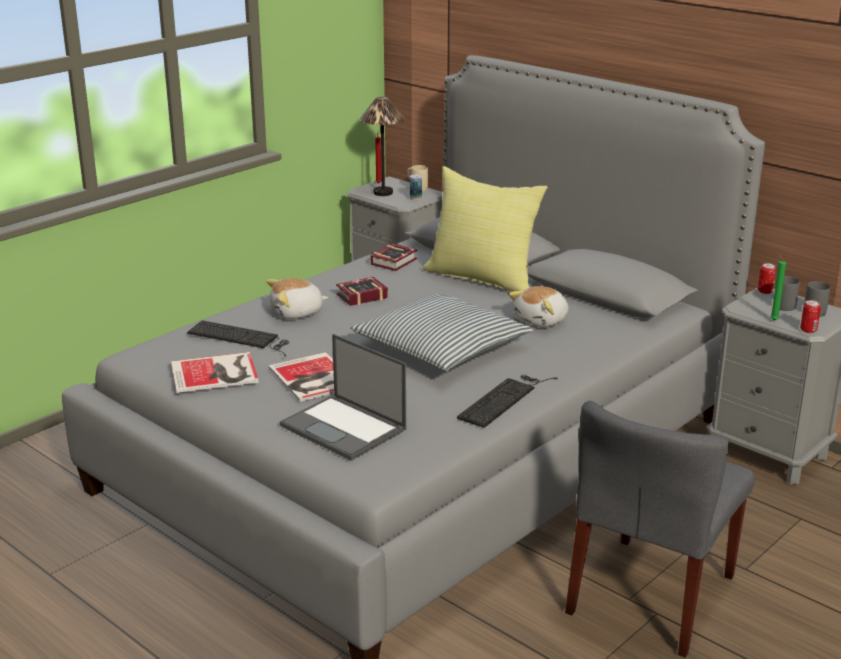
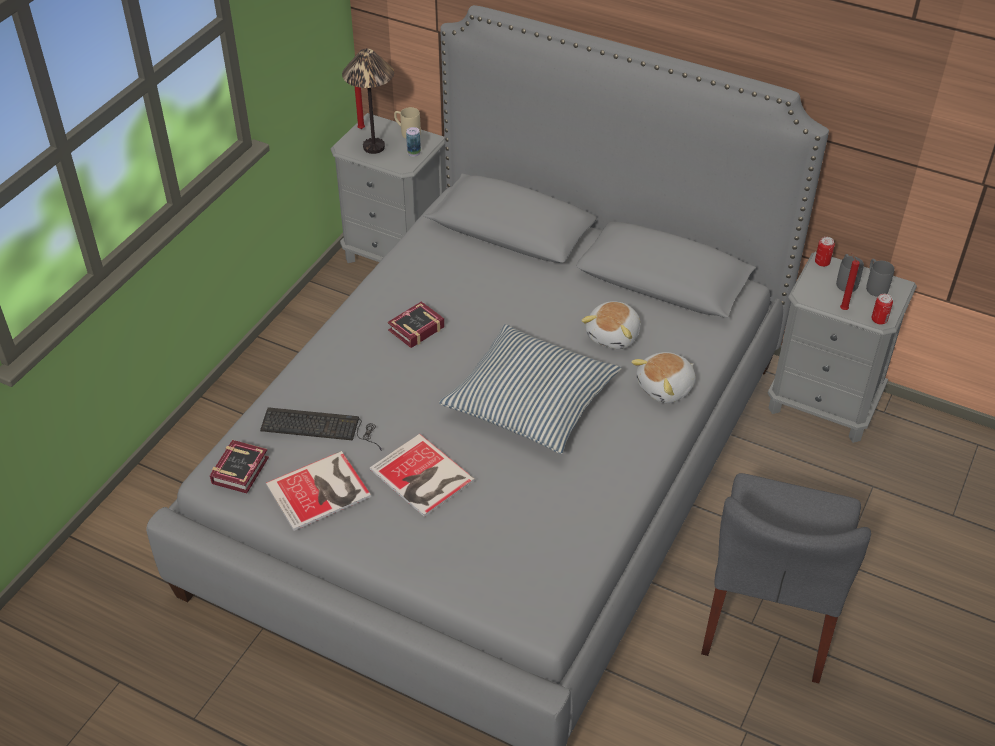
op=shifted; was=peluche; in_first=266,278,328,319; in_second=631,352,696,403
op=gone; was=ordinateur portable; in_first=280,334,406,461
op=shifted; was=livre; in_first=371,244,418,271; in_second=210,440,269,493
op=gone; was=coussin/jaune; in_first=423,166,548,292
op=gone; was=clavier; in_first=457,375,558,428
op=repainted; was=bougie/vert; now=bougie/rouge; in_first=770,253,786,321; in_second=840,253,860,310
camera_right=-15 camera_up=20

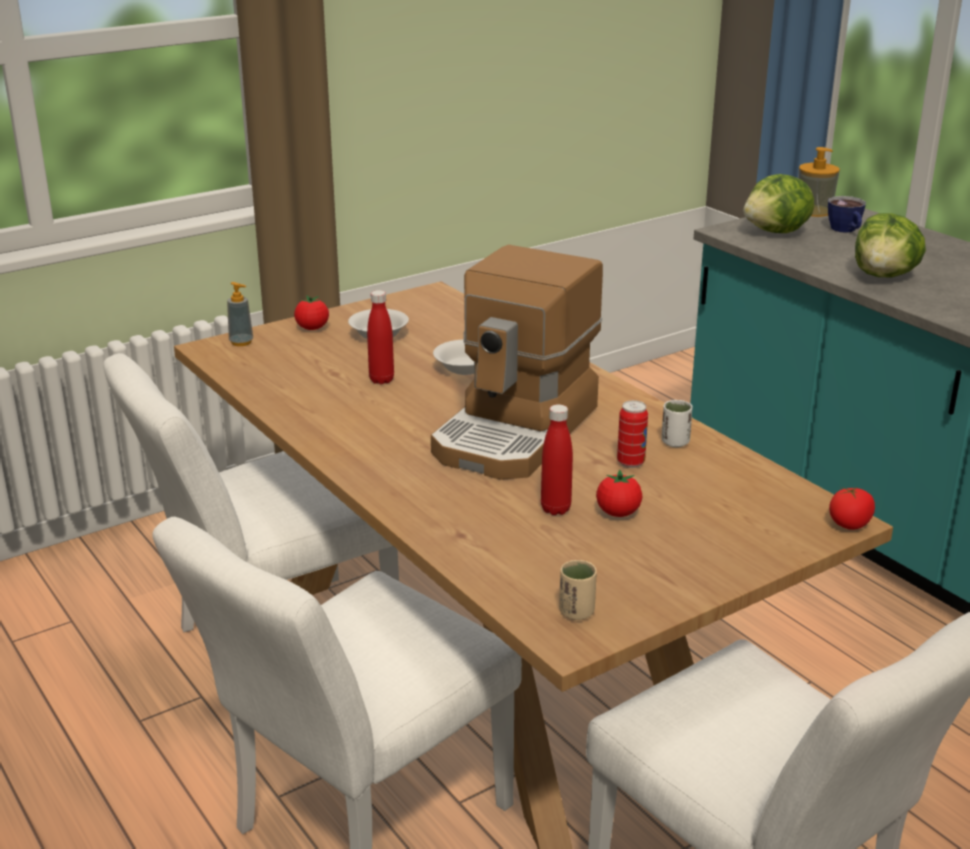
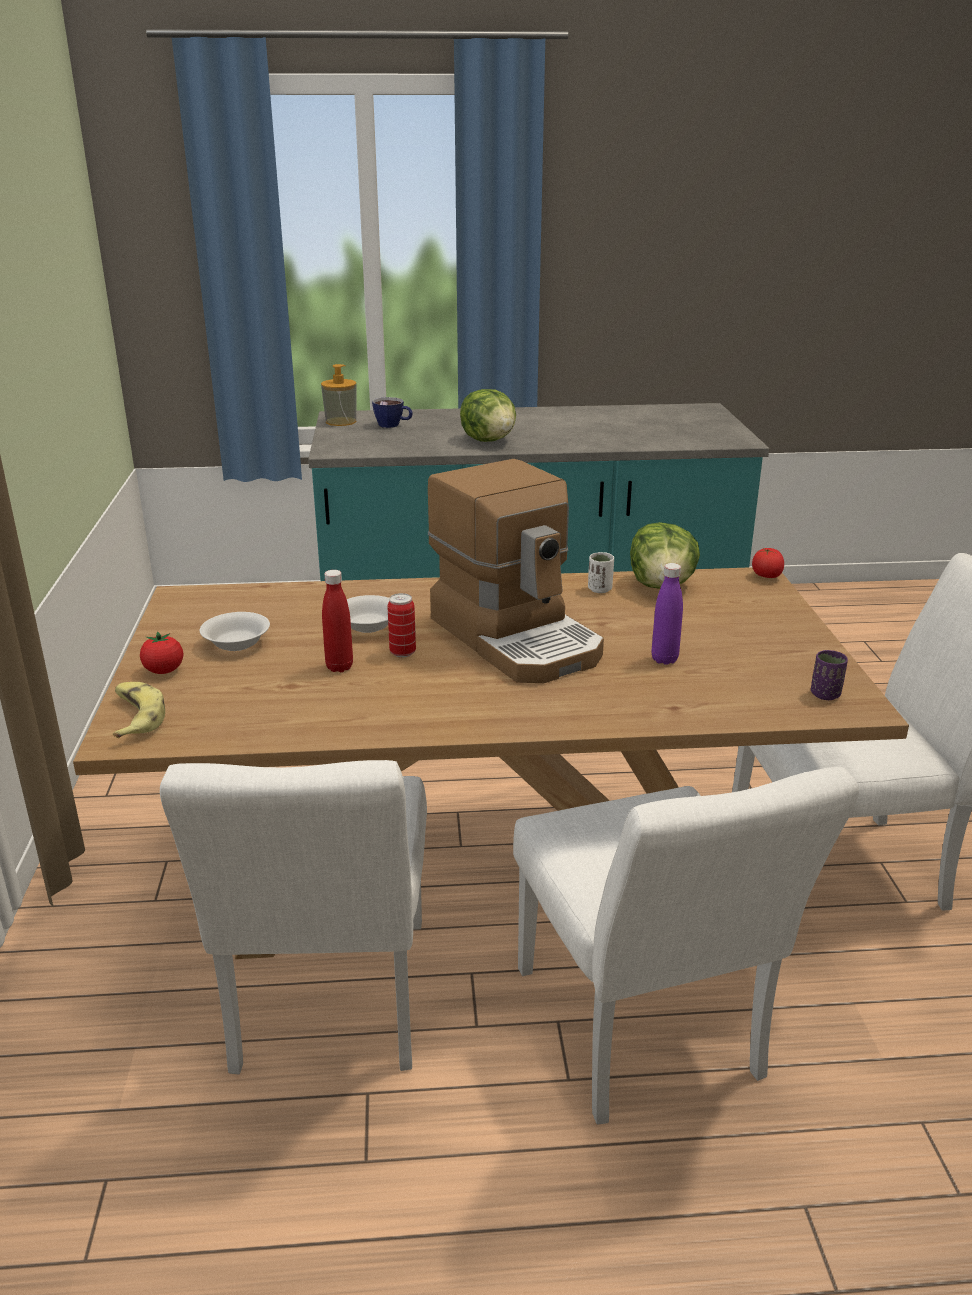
op=swapped; was=distributeur de savon; now=banane; in_first=227,282,253,346; in_second=113,682,165,738
op=repainted; was=bouteille/rouge; now=bouteille/violet; in_first=541,404,573,515; in_second=652,563,683,665
op=repainted; was=tasse/beige; now=tasse/violet; in_first=559,560,597,620; in_second=811,650,848,700
op=gone; was=tomate; in_first=596,470,642,517
op=shifted; was=boîte métallique; in_first=617,400,648,468; in_second=387,593,416,658
op=shifted; was=laitue; in_first=743,174,814,233; in_second=630,522,700,589
camera_right=-60 camera_up=0

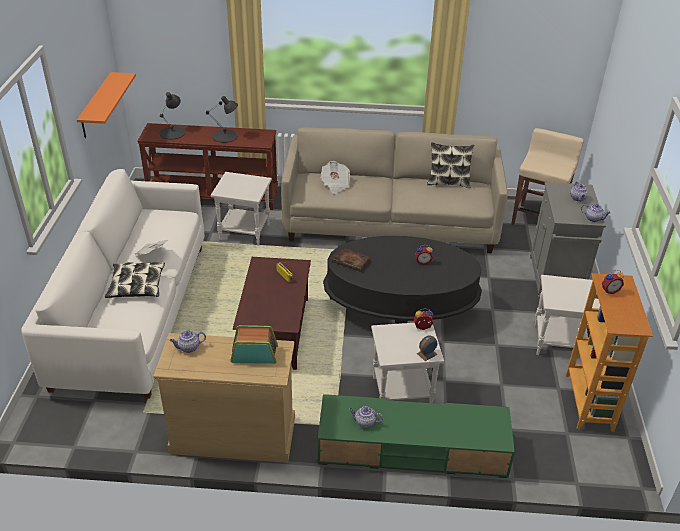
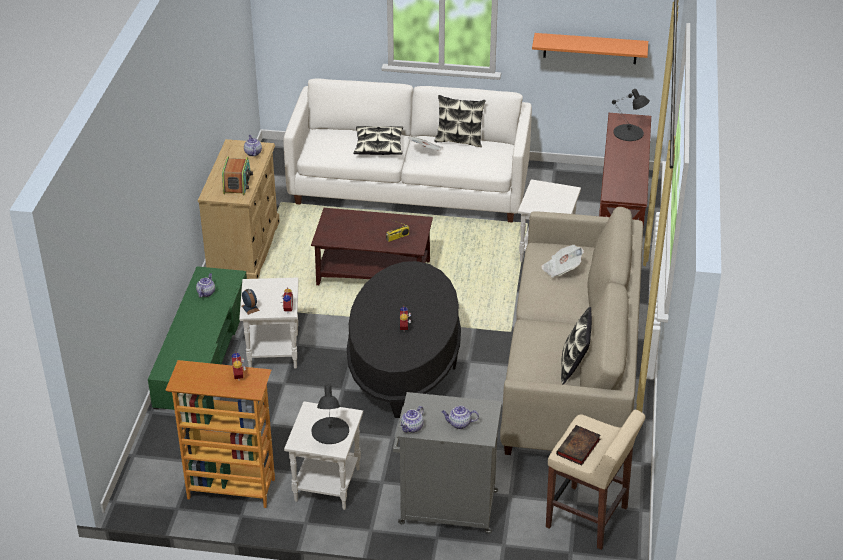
op=shifted; was=lampe de table/noir; in_first=206,96,238,143; in_second=311,384,349,444
op=shifted; was=livre; in_first=332,247,371,272; in_second=556,425,601,466
op=new; now=coussin; in_second=434,95,486,147
camera_right=95 camera_up=0

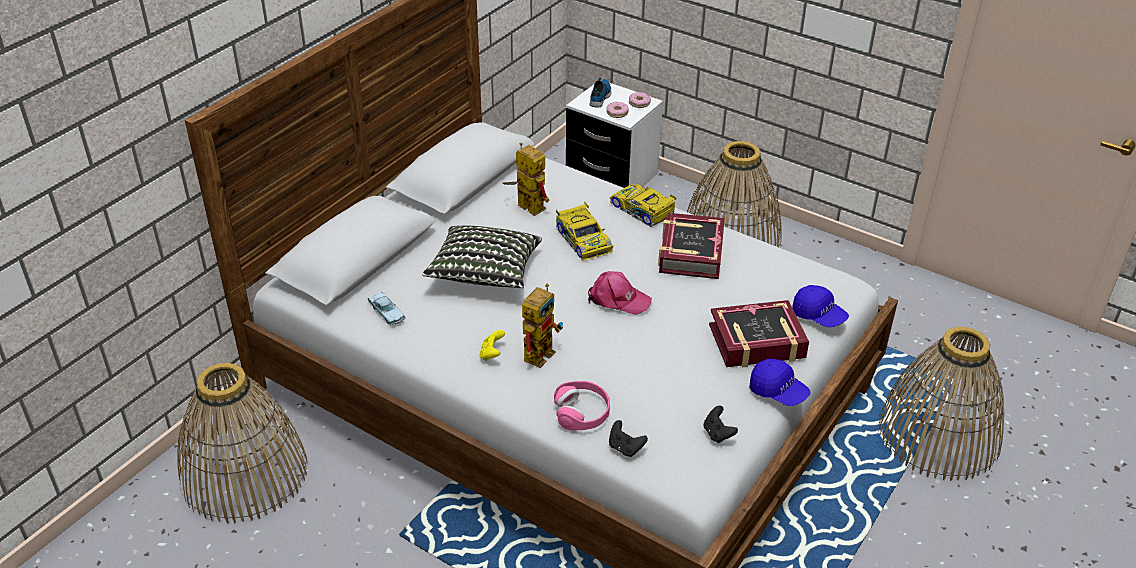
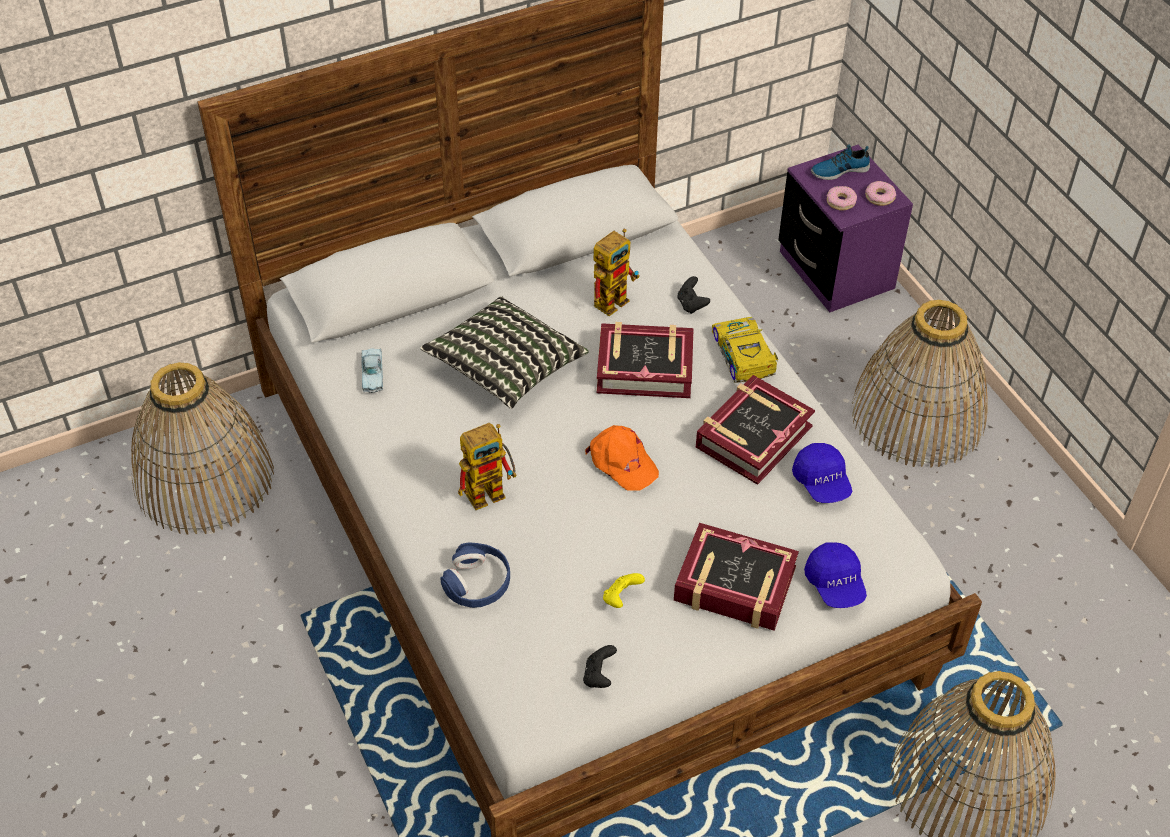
op=shifted; was=manette/jaune; in_first=480,330,505,361; in_second=603,573,645,608
op=rotated; was=robot jouet; in_first=502,142,550,216; in_second=594,229,640,316; clockwise=60
op=repainted; was=casque audio/rose; now=casque audio/bleu; in_first=554,381,610,430; in_second=440,543,510,608
op=swapped; was=petite voiture; now=livre; in_first=556,202,613,261; in_second=597,322,694,398
op=repainted; was=table de chevet/blanc; now=table de chevet/violet; in_first=566,83,663,188; in_second=778,145,913,312
op=repainted; was=casquette/rose; now=casquette/orange; in_first=588,271,652,315; in_second=585,425,659,490
op=rotated; was=chaussure; in_first=589,77,611,108; in_second=811,144,870,180; clockwise=-150
op=shifted; was=manette/noir; in_first=609,420,648,457; in_second=677,276,710,314
op=shifted; was=casquette/bleu; in_first=749,359,811,406; in_second=792,443,852,503
camera_right=30 camera_up=10

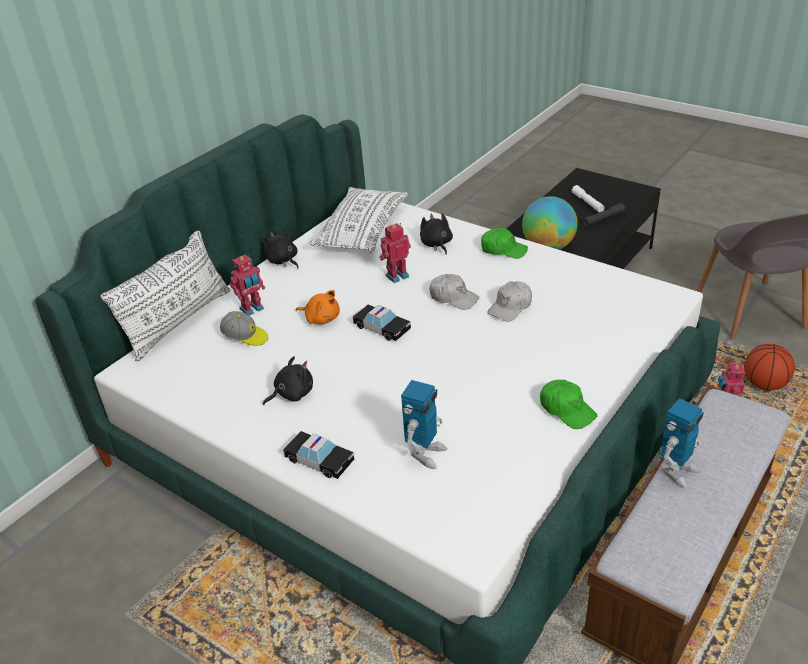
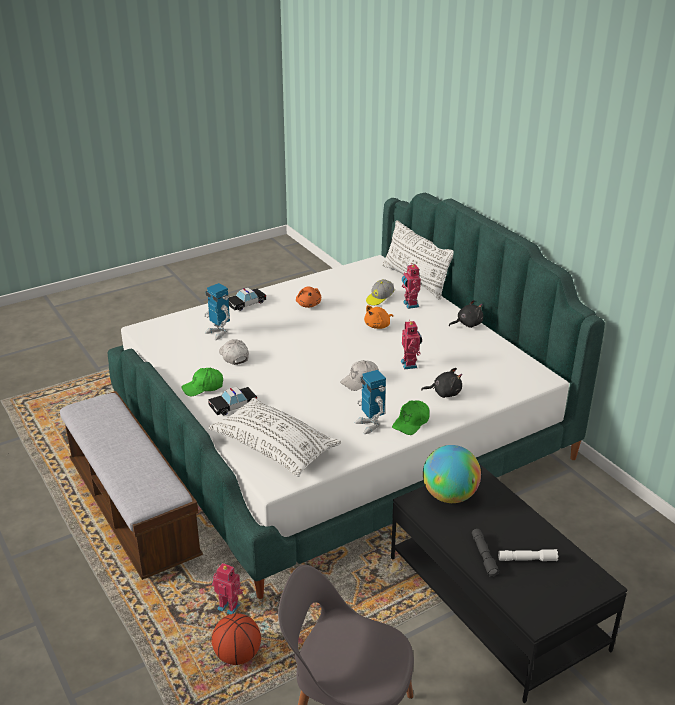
op=repainted; was=peluche/noir; now=peluche/orange; in_first=263,356,313,405; in_second=296,286,321,308
op=shifted; was=coussin/blanc; in_first=310,187,408,253; in_second=209,397,341,477
op=shifted; was=petite voiture; in_first=353,305,411,341; in_second=208,387,257,415
op=shifted; was=casquette/blanc; in_first=487,281,532,322; in_second=219,339,249,365
op=shifted; was=robot jouet; in_first=660,398,704,488; in_second=355,370,386,434
camera_right=110 camera_up=-5

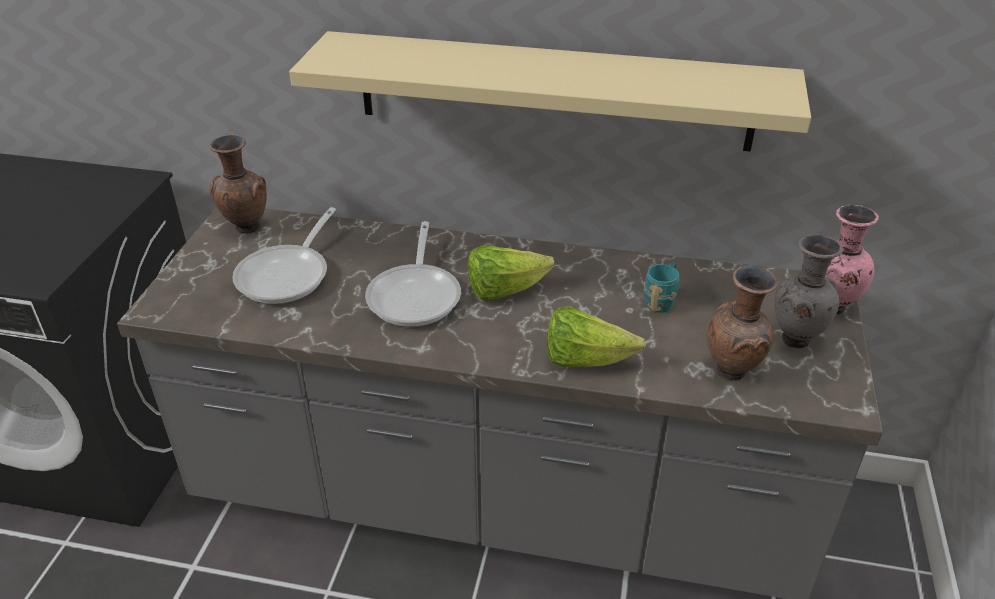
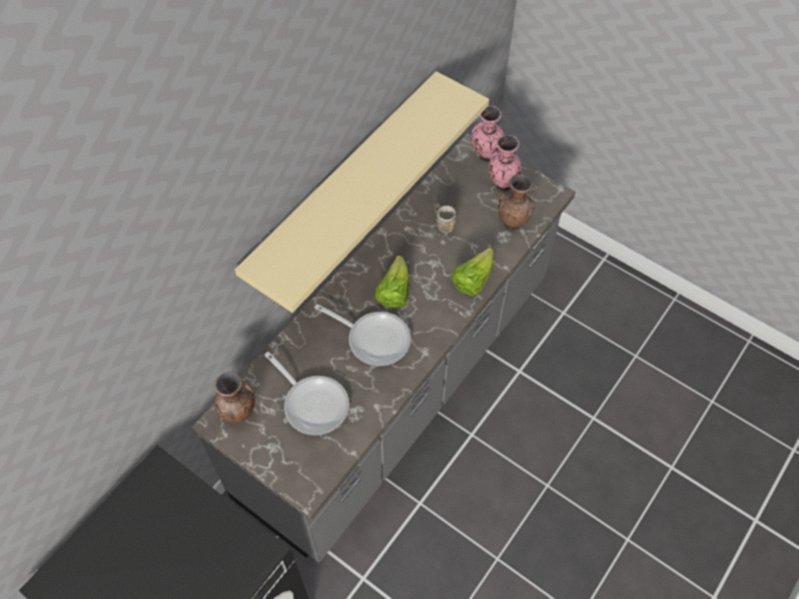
op=repainted; was=mug/turquoise; now=mug/gris; in_first=643,262,679,313; in_second=434,203,457,233
op=repainted; was=vase/gris; now=vase/rose; in_first=775,234,843,348; in_second=488,135,522,192
camera_right=-65 camera_up=20

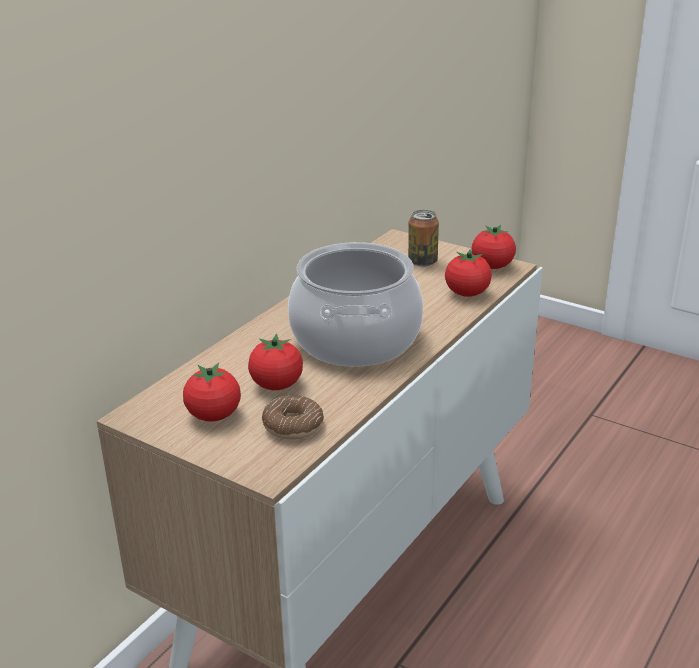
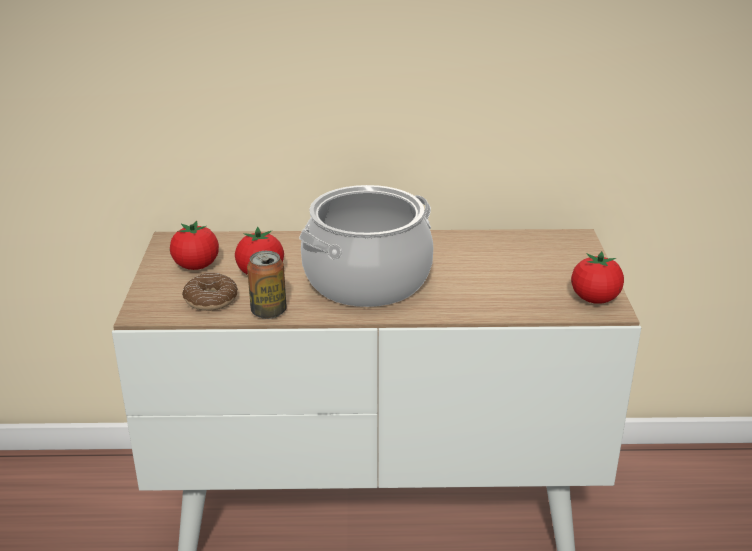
op=shifted; was=boîte métallique; in_first=408,210,439,267; in_second=247,251,287,319
op=gone; was=tomate; in_first=445,249,492,297
camera_right=55 camera_up=0

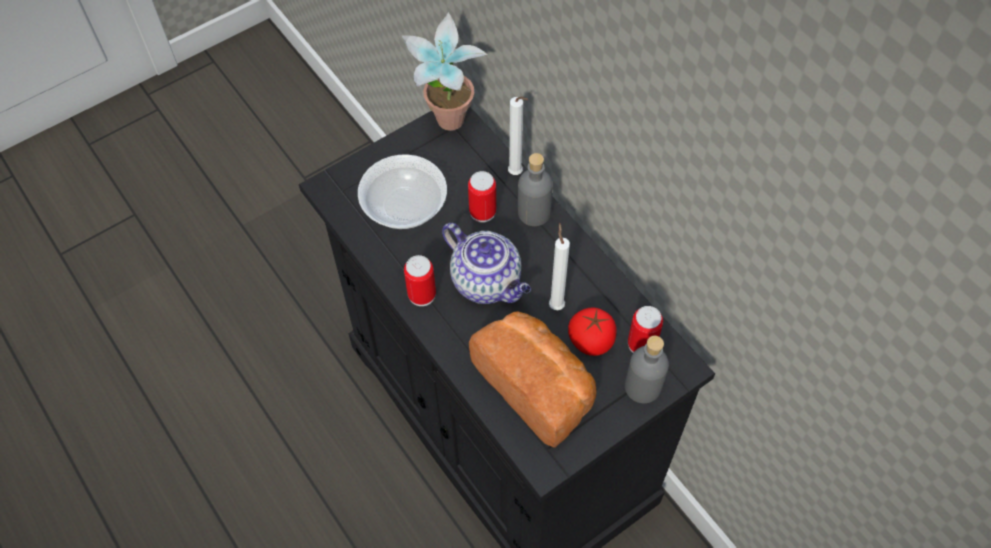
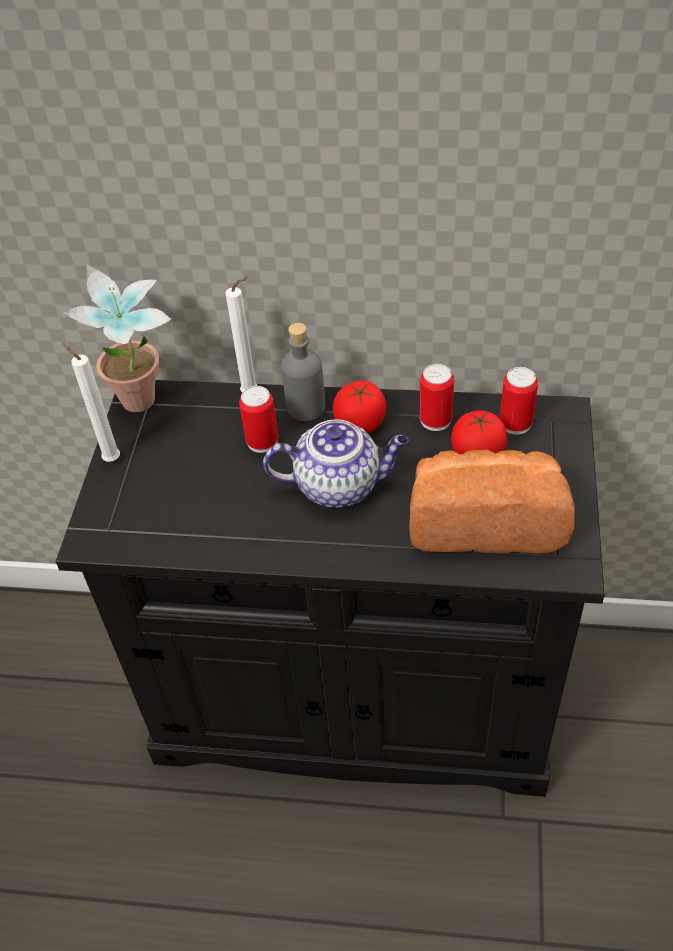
op=gone; was=bol; in_first=358,154,447,229
op=shifted; was=boîte métallique; in_first=404,255,436,306; in_second=420,364,454,431
op=shifted; was=bougie/blanc; in_first=549,223,570,310; in_second=62,342,120,462
op=gone; was=bouteille/gris; in_first=625,336,669,403
op=new; now=tomate; in_second=333,381,386,434
camera_right=-45 camera_up=-10

